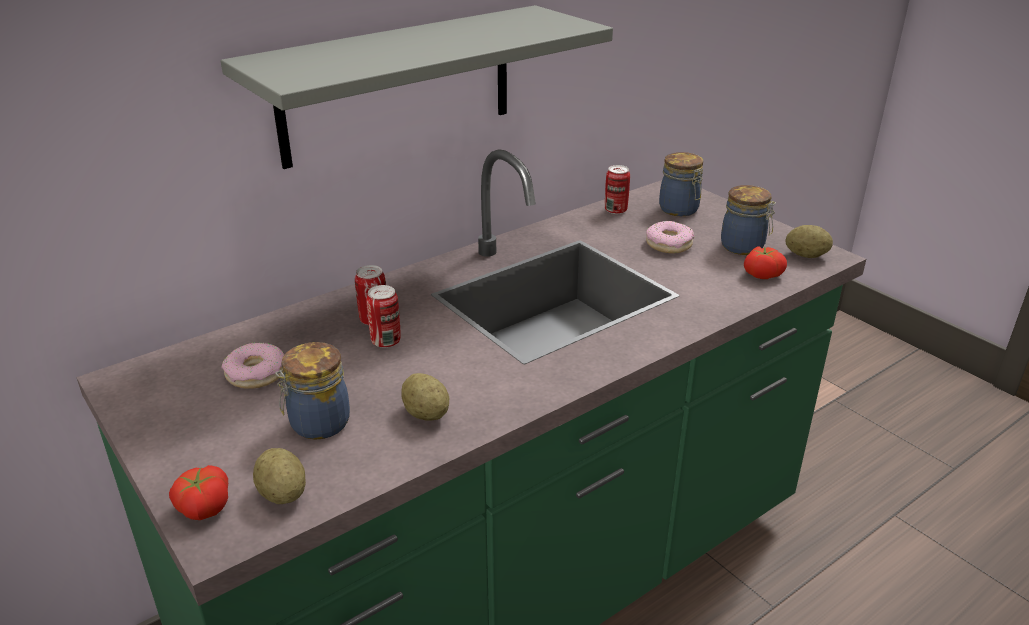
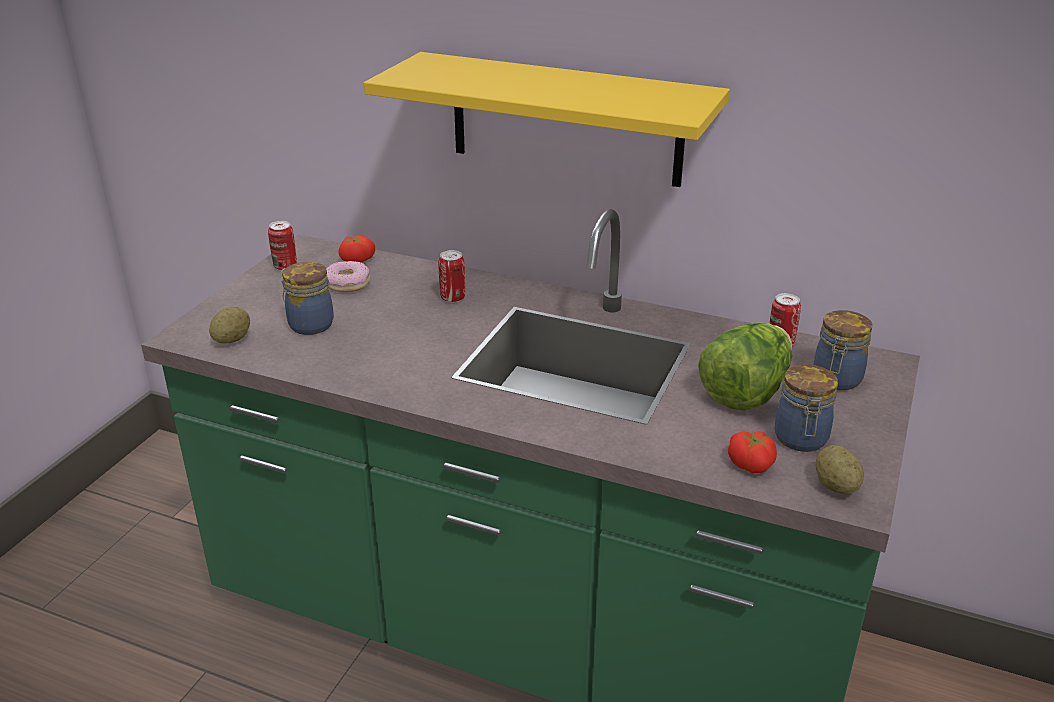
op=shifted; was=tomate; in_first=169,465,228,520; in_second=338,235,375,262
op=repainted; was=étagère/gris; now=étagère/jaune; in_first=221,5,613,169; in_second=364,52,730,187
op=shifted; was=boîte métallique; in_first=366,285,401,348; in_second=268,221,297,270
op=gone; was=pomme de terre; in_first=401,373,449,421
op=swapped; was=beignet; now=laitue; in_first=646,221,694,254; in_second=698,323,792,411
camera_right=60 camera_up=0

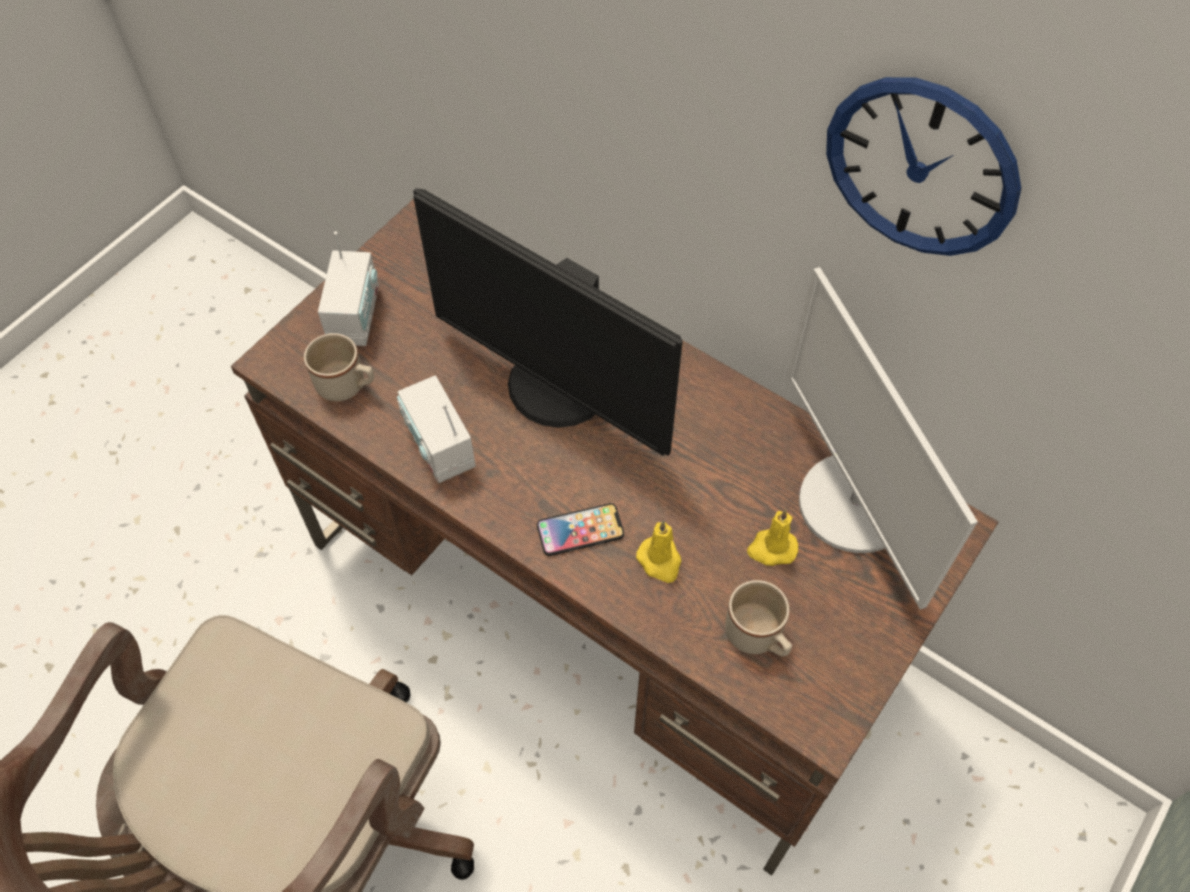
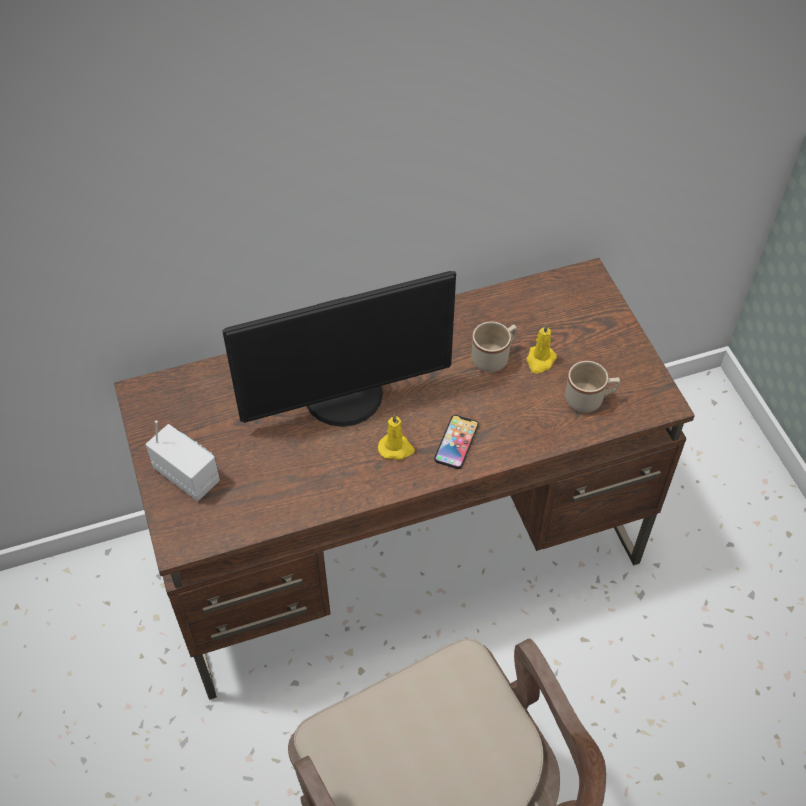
op=shifted; was=mug/beige; in_first=304,333,374,401; in_second=471,322,517,372
op=gone; was=radio; in_first=397,375,476,483
op=shifted; was=bougie/jaune; in_first=636,521,682,583; in_second=378,414,415,460
op=gone; was=écran d'ordinateur; in_first=787,267,978,610
op=gone; was=horloge murale; in_first=826,77,1021,256
camera_right=-55 camera_up=-5

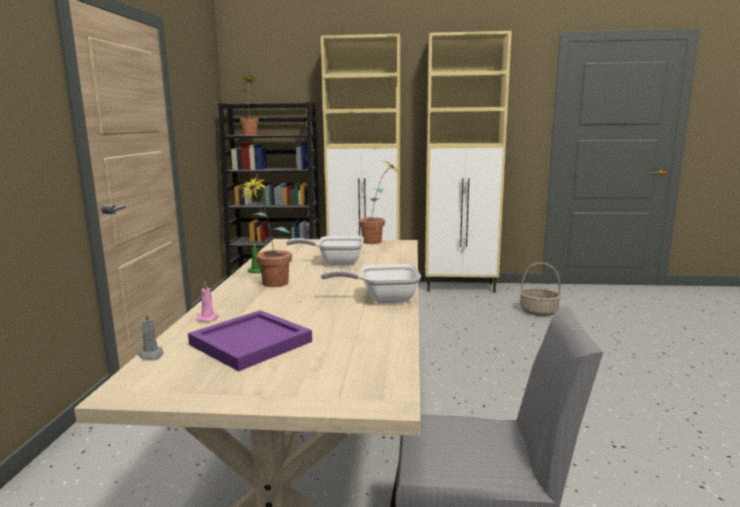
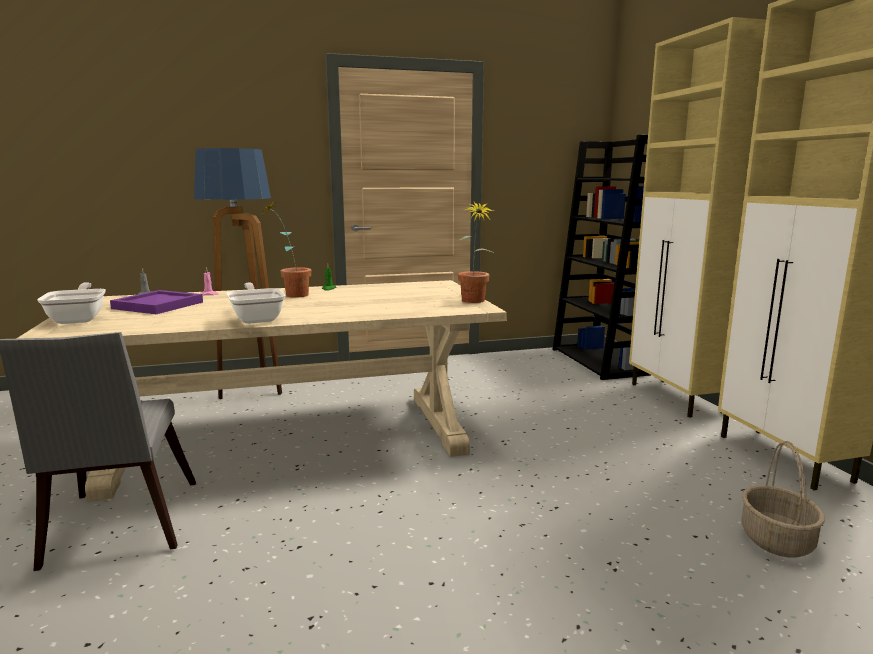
op=gone; was=plante en pot; in_first=239,74,259,136
op=shifted; was=poêle; in_first=286,236,364,265; in_second=37,282,106,324
op=new; now=lampadaire; in_second=194,148,282,399
camera_right=70 camera_up=0

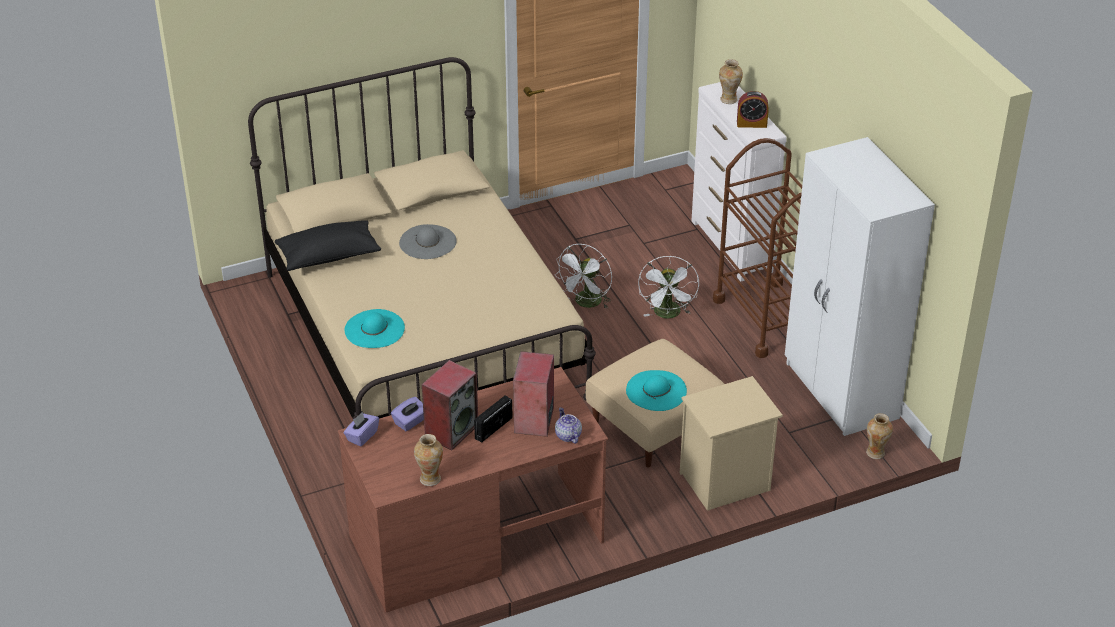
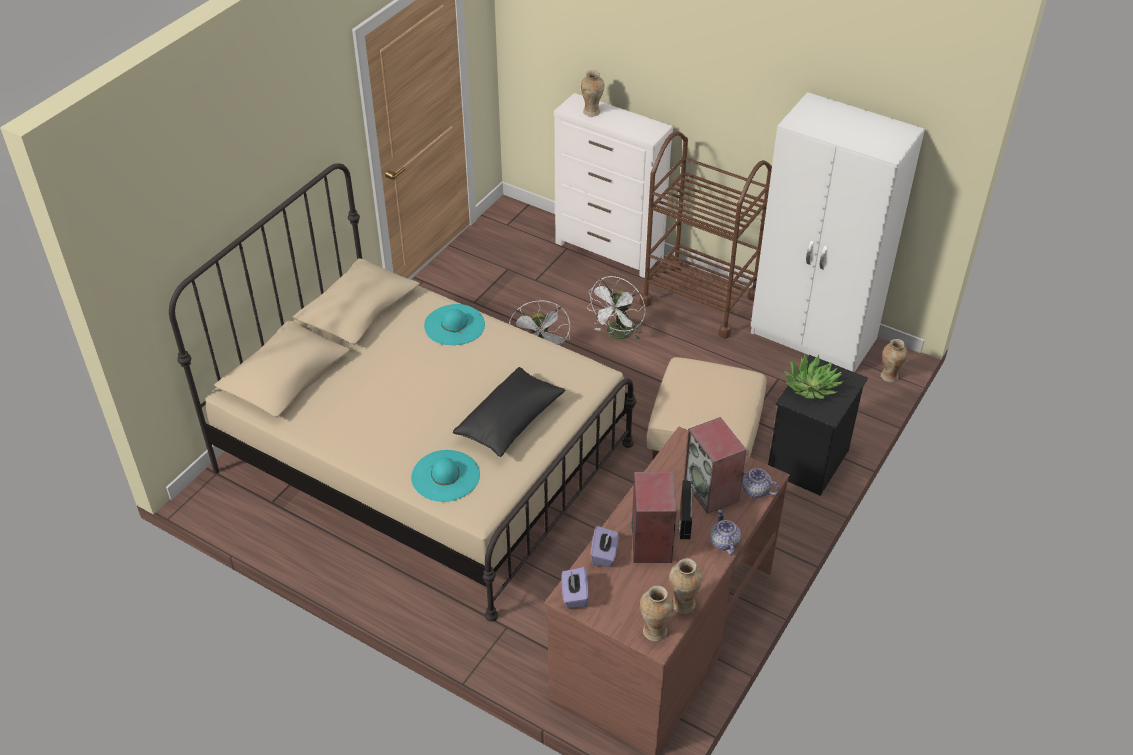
op=shifted; was=coussin/noir; in_first=275,220,381,271; in_second=453,367,565,457
op=gone; was=chapeau/gris; in_first=399,224,457,259
op=shifted; was=chapeau/turquoise; in_first=626,370,687,411; in_second=424,304,485,345
op=rotated; was=ventilateur/blanc; in_first=638,256,699,319; in_second=587,276,645,340; clockwise=60
op=repainted; was=table de chevet/beige; now=table de chevet/noir; in_first=680,376,783,511; in_second=768,355,868,496
op=gone; was=réveil; in_first=737,91,769,128
op=new; now=vase; in_second=640,586,674,641
op=new; now=théière; in_second=710,510,741,555
op=new; now=plante en pot; in_second=784,353,844,399
camera_right=-35 camera_up=5

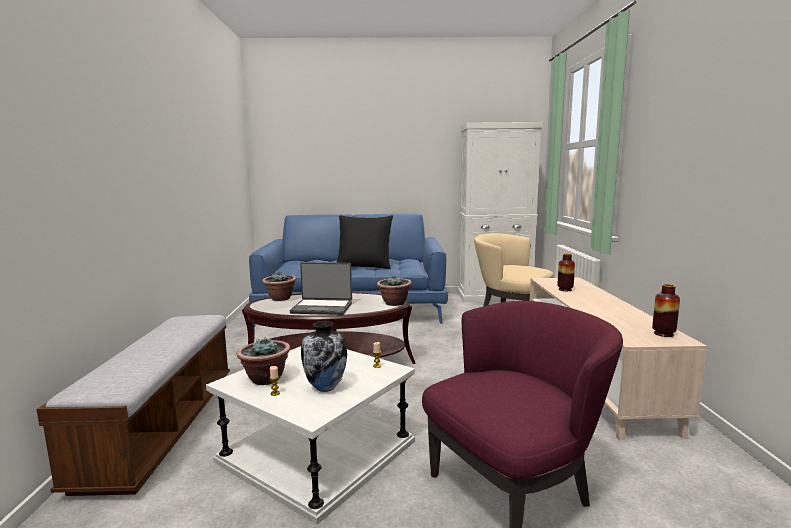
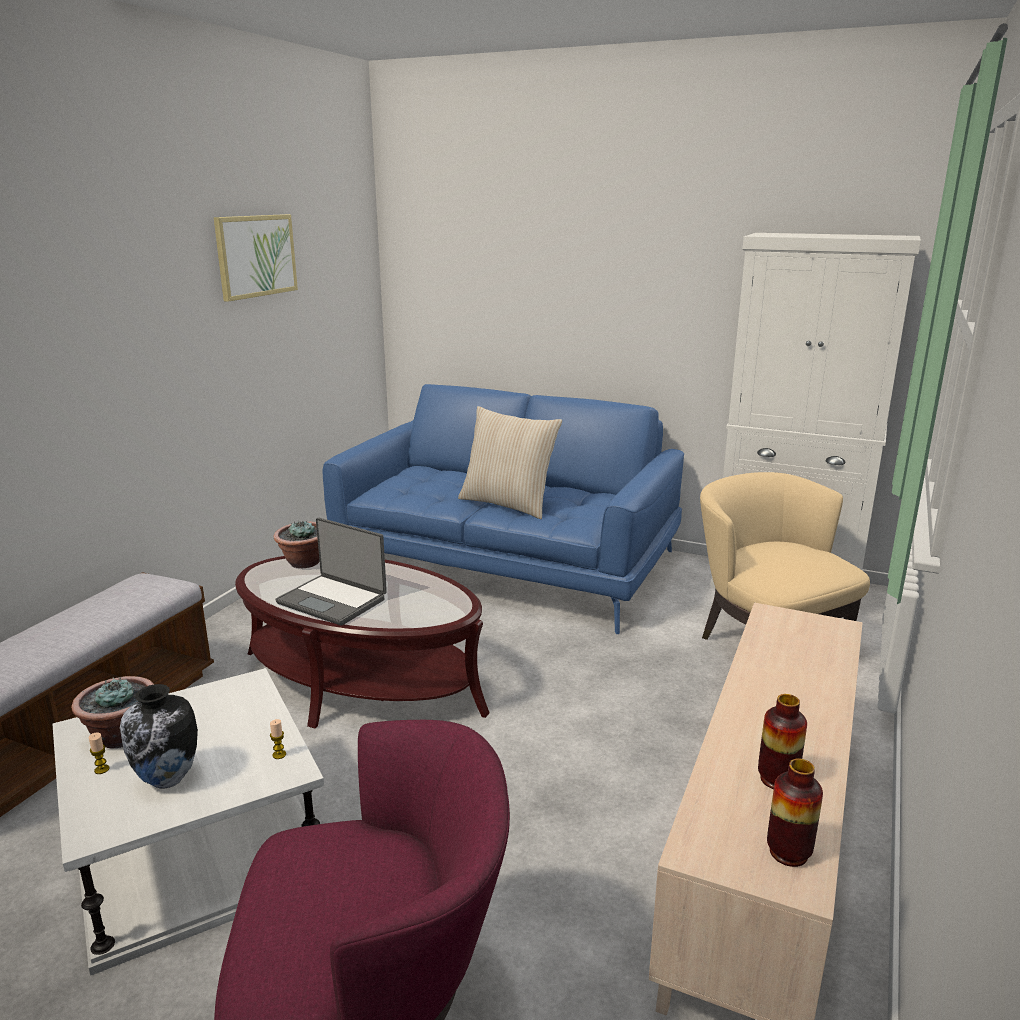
op=repainted; was=coussin/noir; now=coussin/beige; in_first=336,215,393,269; in_second=458,406,562,519
op=gone; was=plante en pot; in_first=377,276,412,306
op=shifted; was=vase; in_first=557,254,575,291; in_second=758,694,807,789
op=new; now=tableau; in_second=214,214,298,302
camera_right=25 camera_up=10

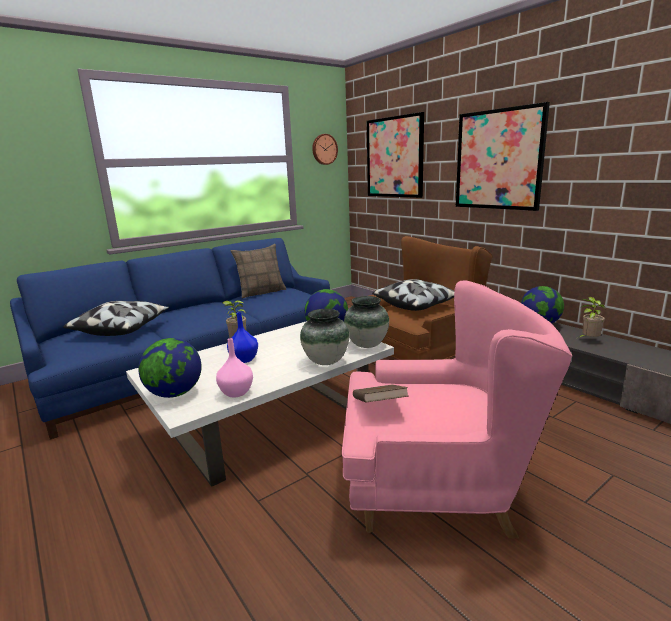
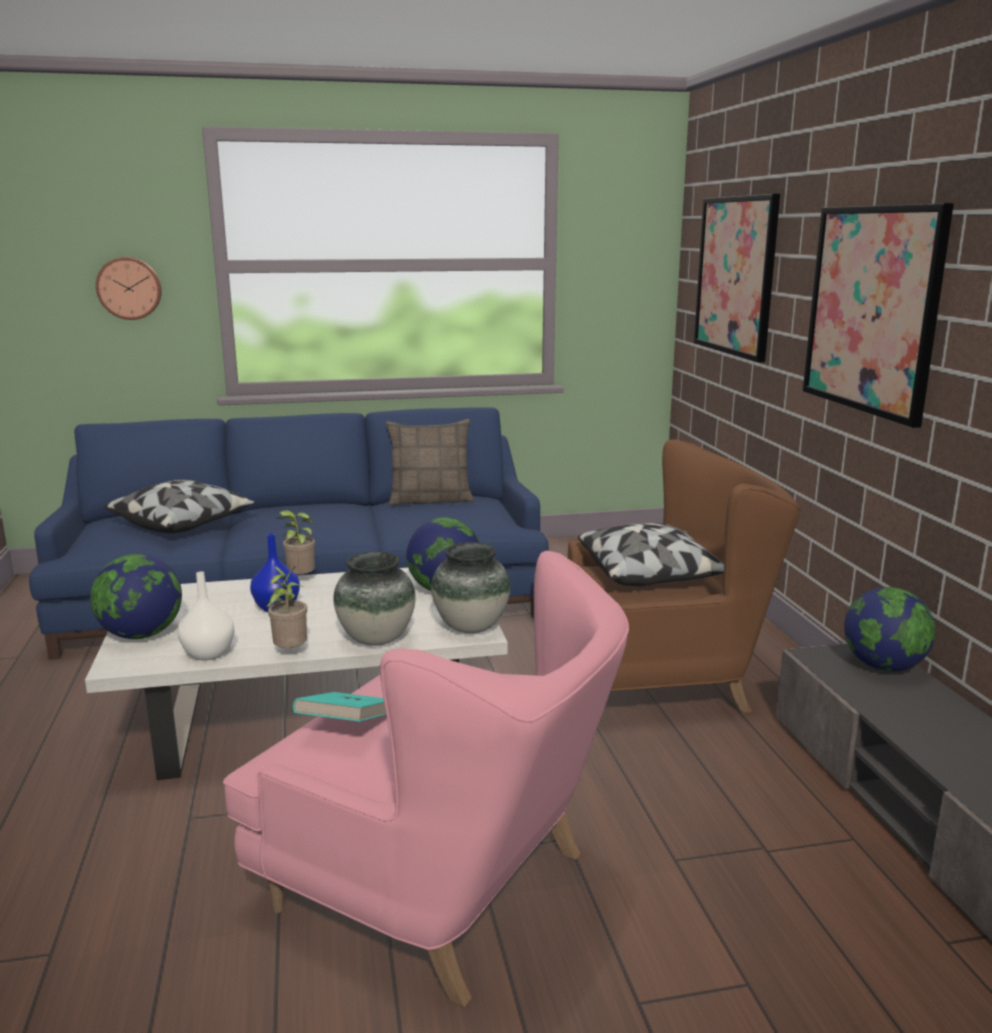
op=repainted; was=vase/rose; now=vase/blanc; in_first=216,338,253,397; in_second=178,571,234,660
op=shifted; was=horloge murale; in_first=312,134,338,165; in_second=96,257,162,320
op=repainted; was=livre/marron; now=livre/turquoise; in_first=353,385,408,403; in_second=293,692,386,722
op=shifted; was=plante en pot; in_first=578,297,605,338; in_second=266,566,307,648
camera_right=25 camera_up=0

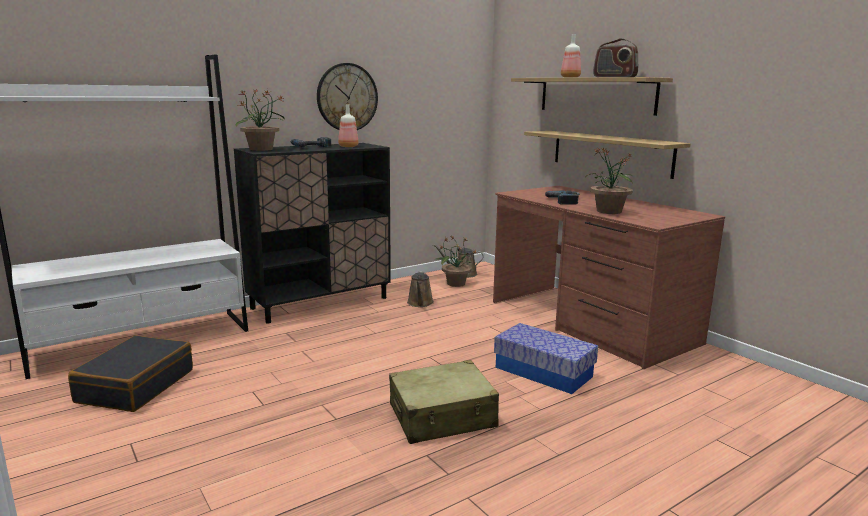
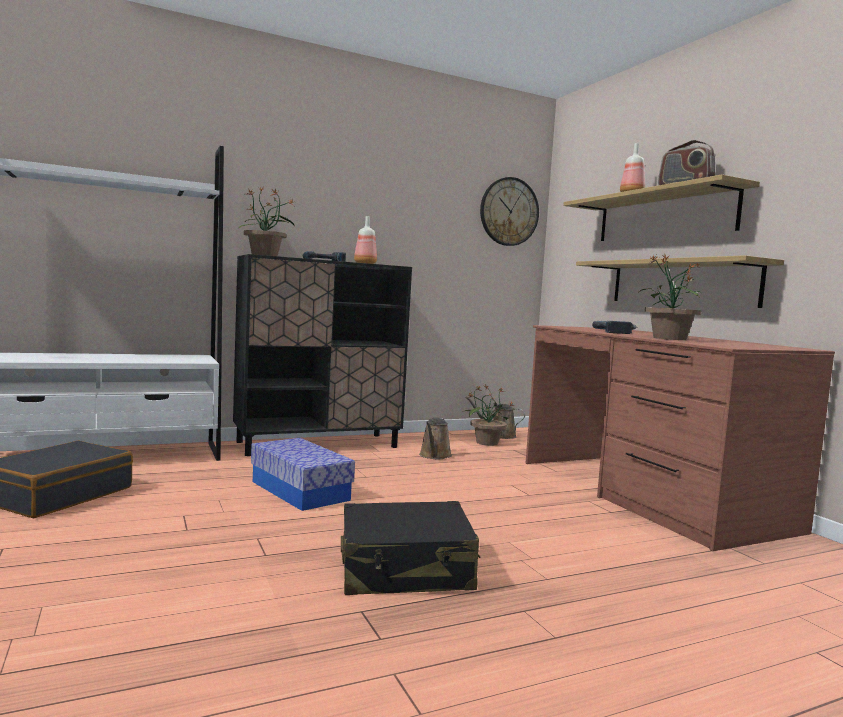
op=shifted; was=horloge murale; in_first=317,63,378,130; in_second=480,177,539,246
op=repainted; was=valise/beige; now=valise/noir; in_first=389,360,499,444; in_second=341,501,480,595
op=shifted; was=boîte de rangement; in_first=494,323,598,394; in_second=251,438,355,511
camera_right=10 camera_up=-10

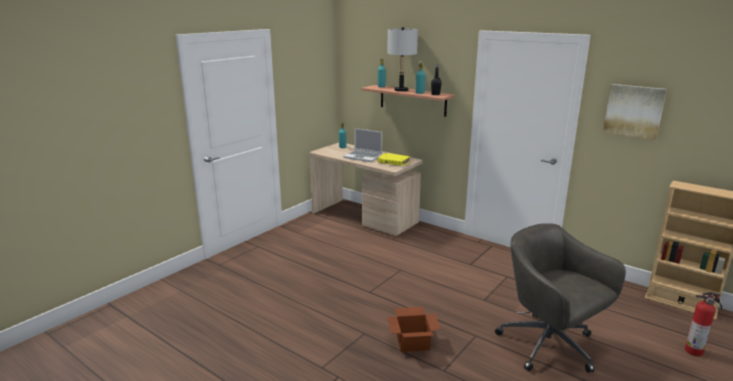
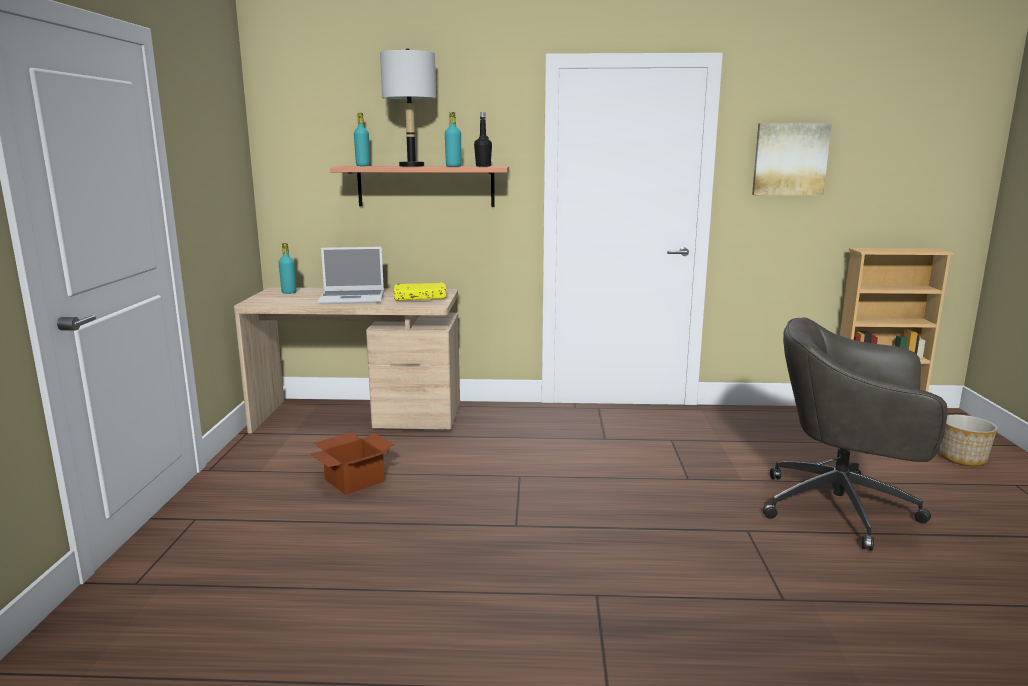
op=shifted; was=carton; in_first=387,307,441,352; in_second=309,432,395,495
op=swapped; was=extincteur; now=cache-pot; in_first=685,292,722,356; in_second=940,415,997,466
camera_right=-35 camera_up=-5

